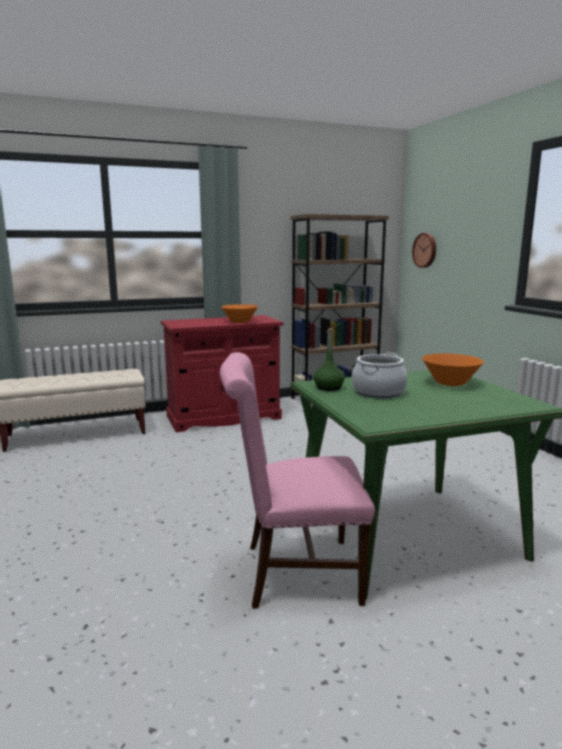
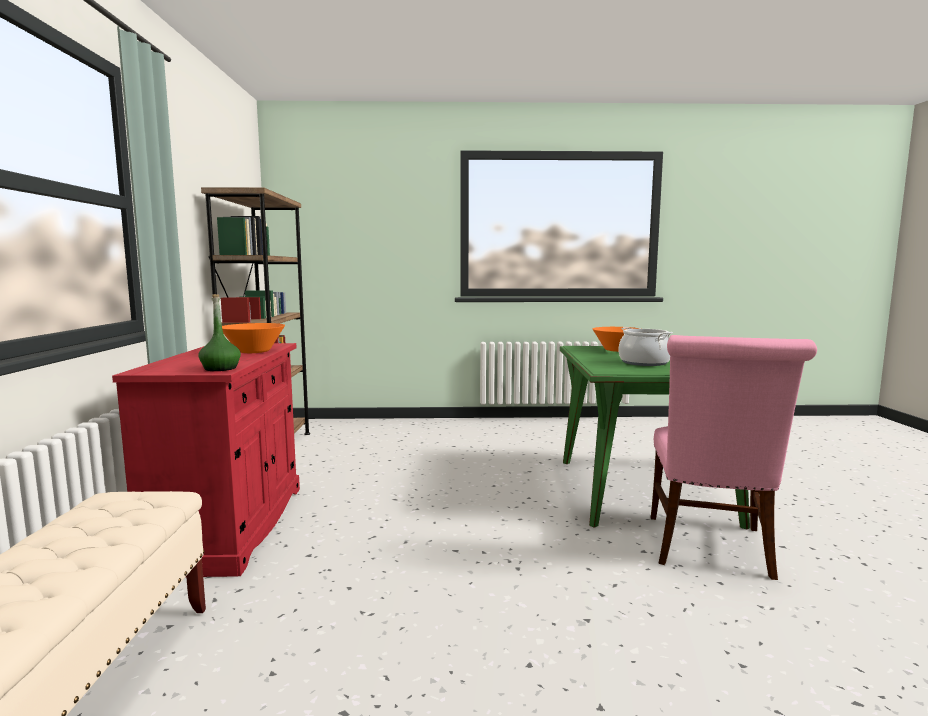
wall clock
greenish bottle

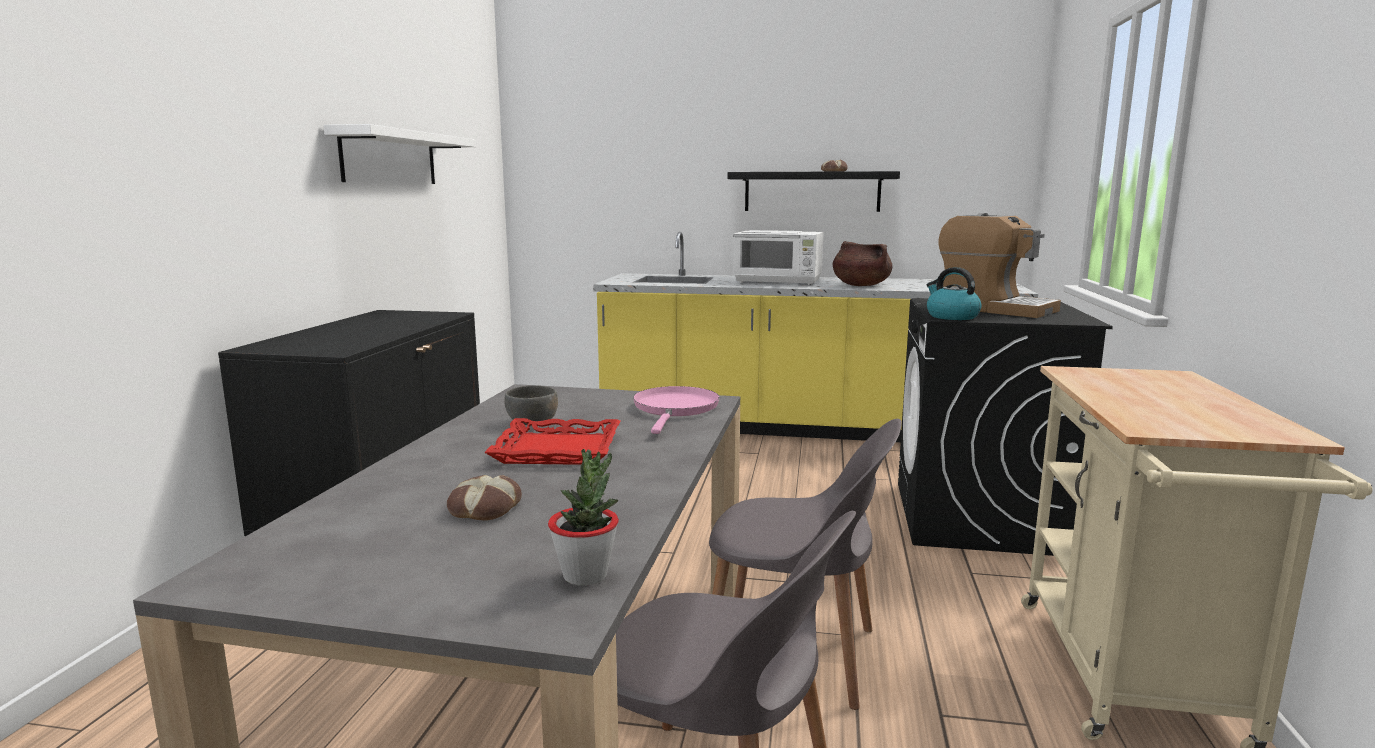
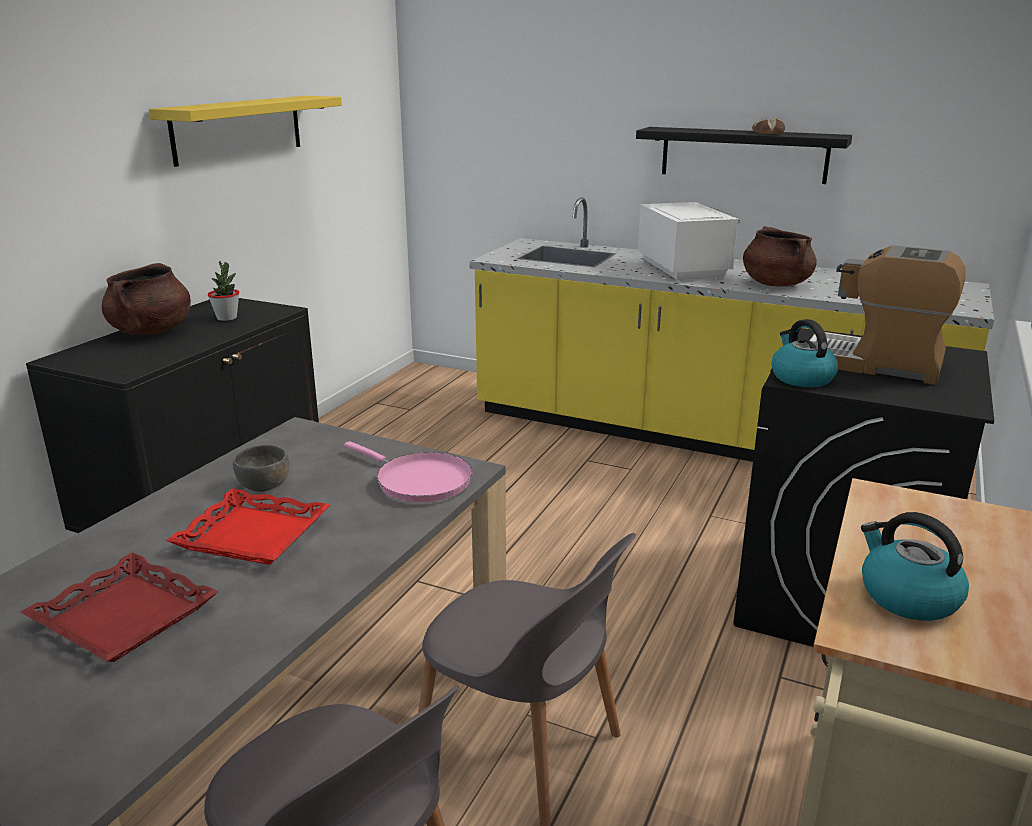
yellow-coloured shelf
coffee machine
white microwave
pink pan
plant in a pot
red-coloured carrying tray (1st from left)
brown saucepot (1st from left)
water kettle (2nd from left)

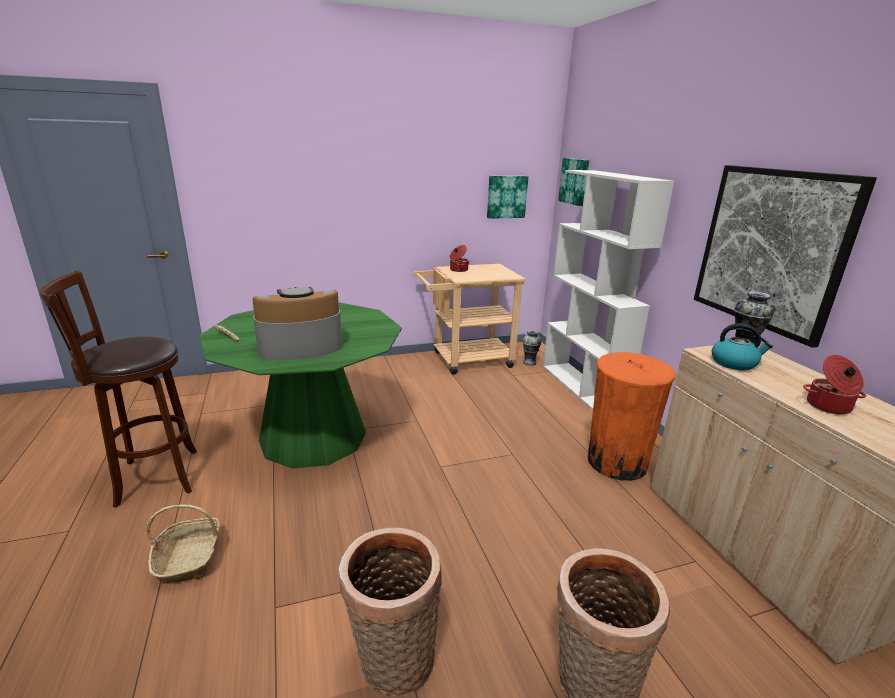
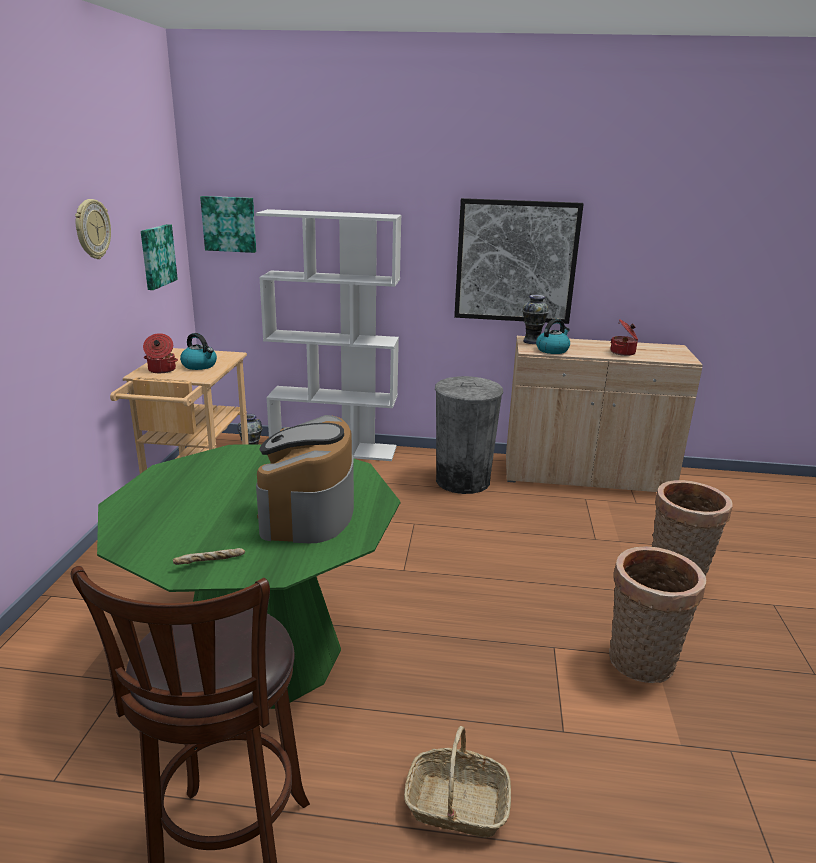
greyish waste bin
wall clock
water kettle (1st from left)

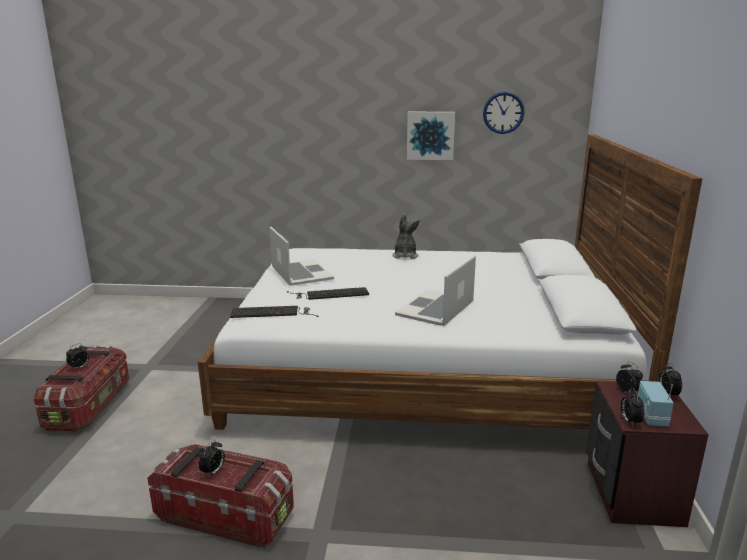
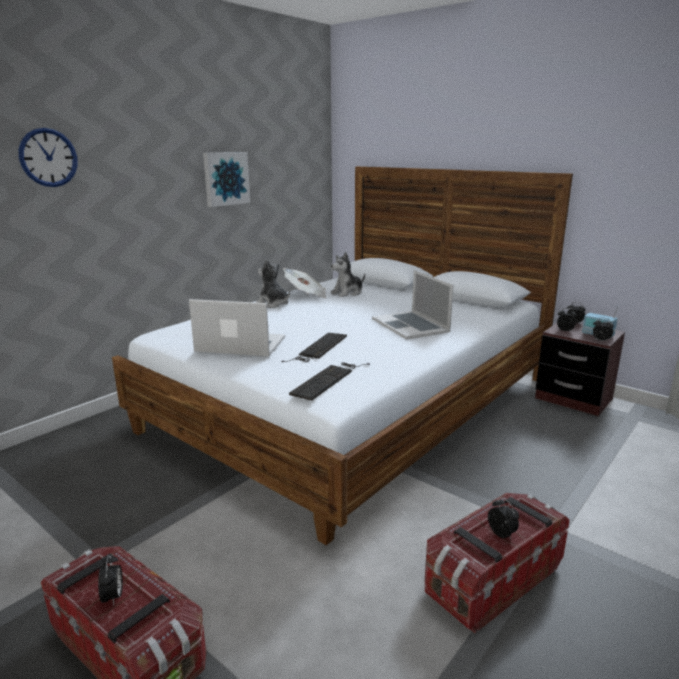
wall clock
cuddly toy (2nd from left)
newspaper

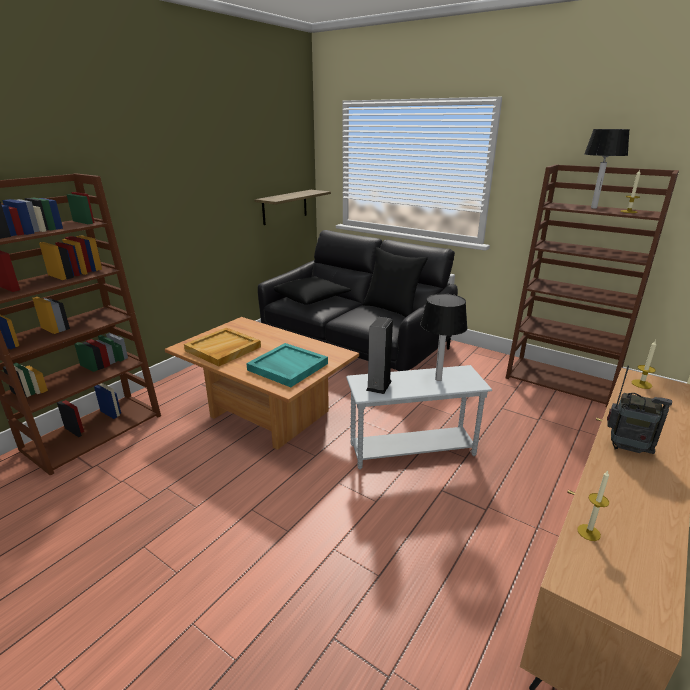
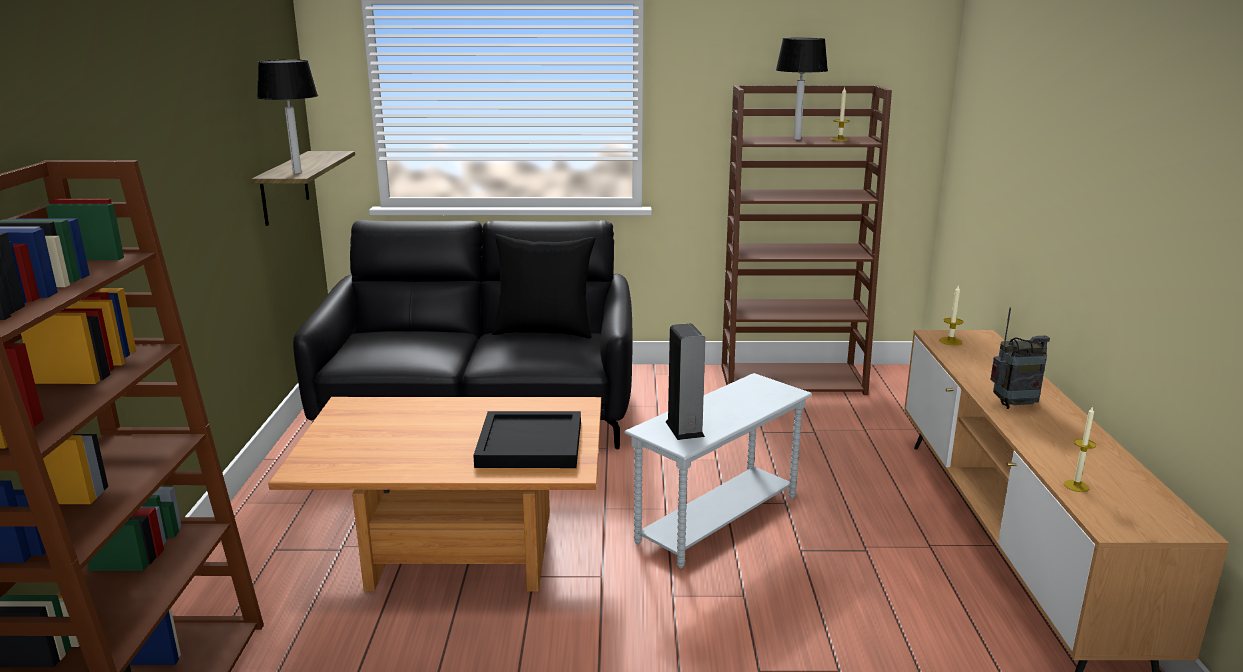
black-coloured throw pillow (1st from left in the first image)
table lamp (1st from left)
beige-coloured carrying tray
black-coloured carrying tray

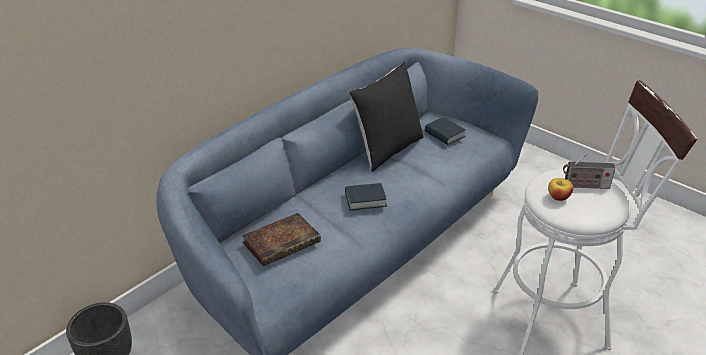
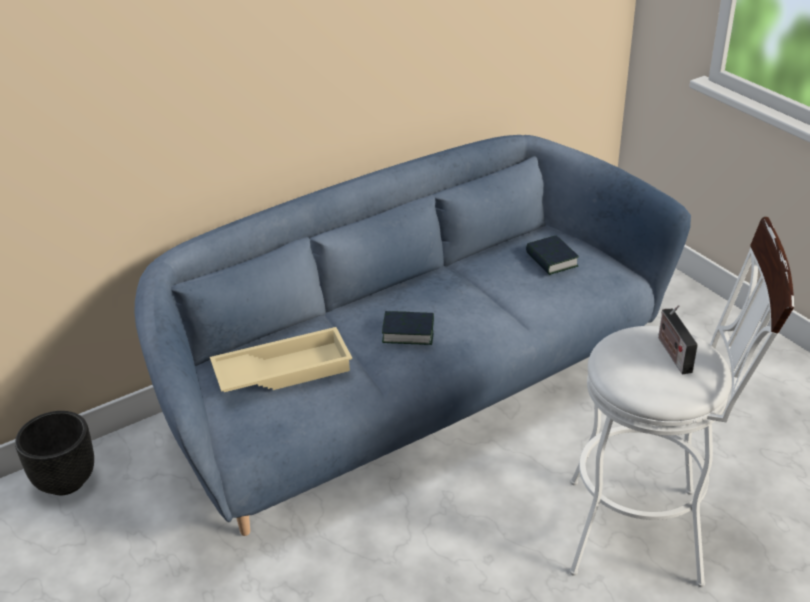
black-coloured throw pillow
radio set
whole apple
beige-coloured carrying tray

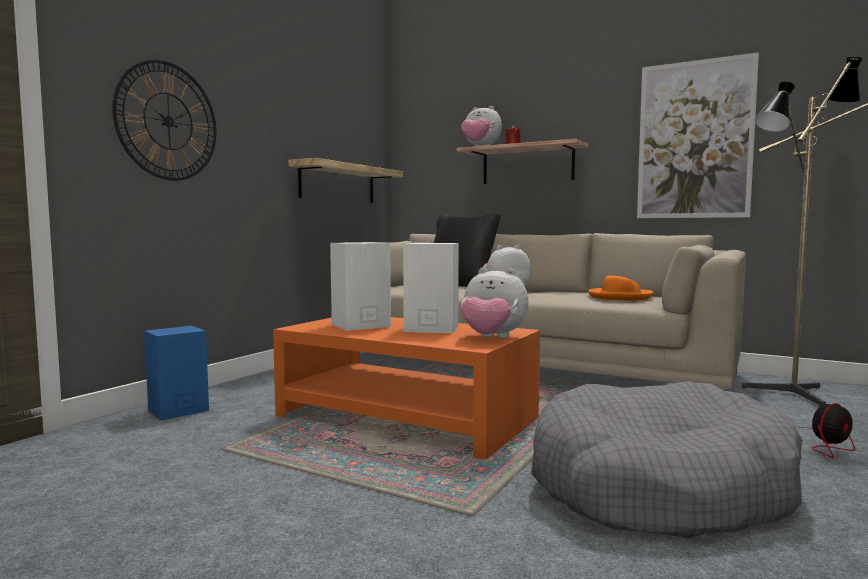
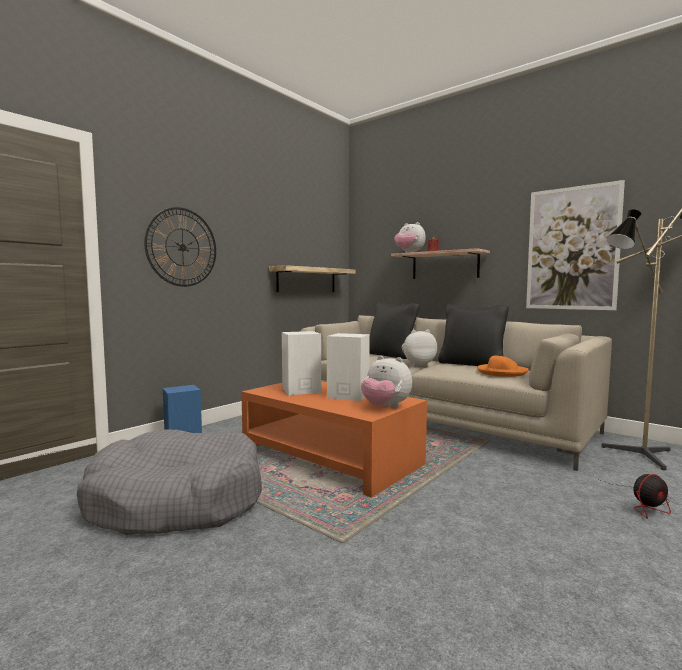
greyish dog bed
black-coloured throw pillow (2nd from left)

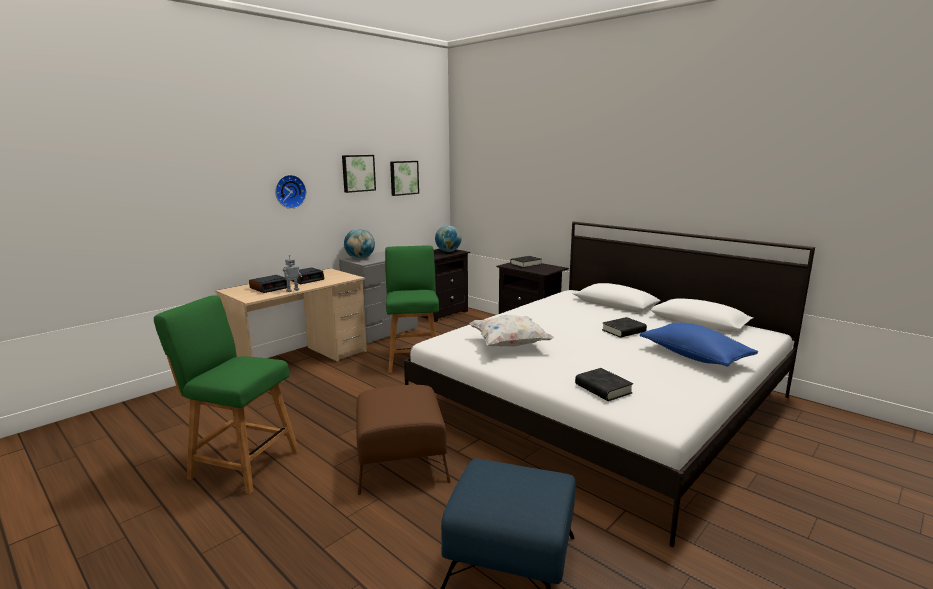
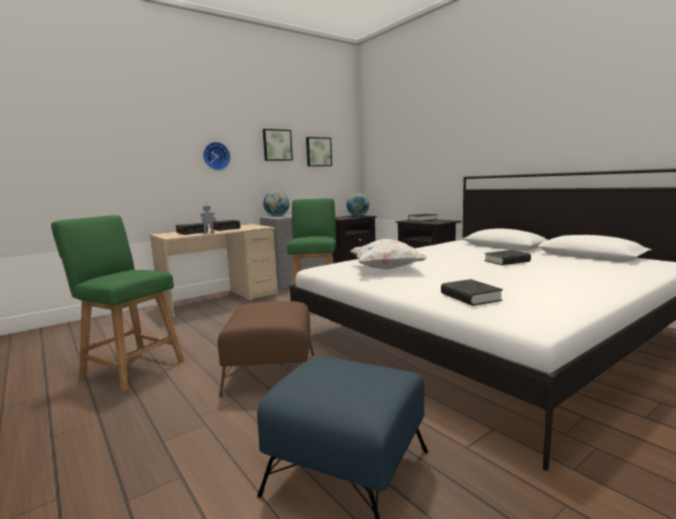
blue-coloured throw pillow

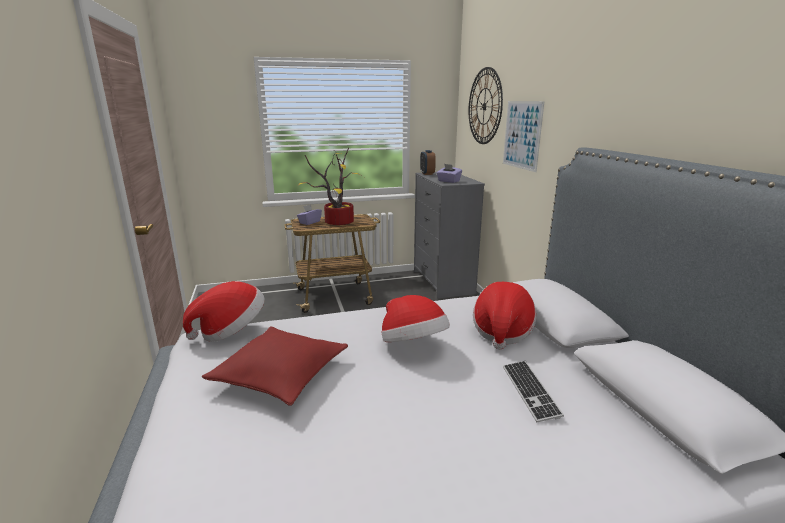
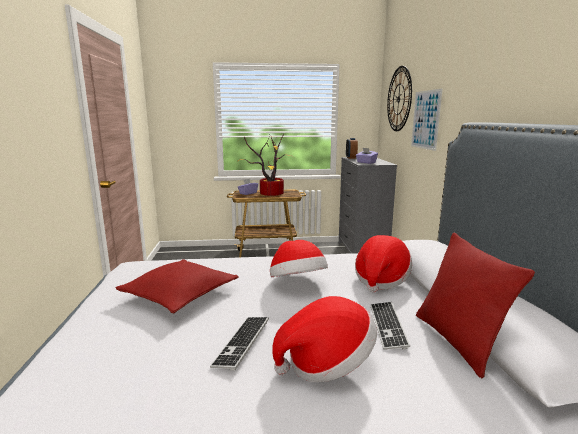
hat (2nd from left)
red-coloured throw pillow (2nd from left)
computer keyboard (1st from left)

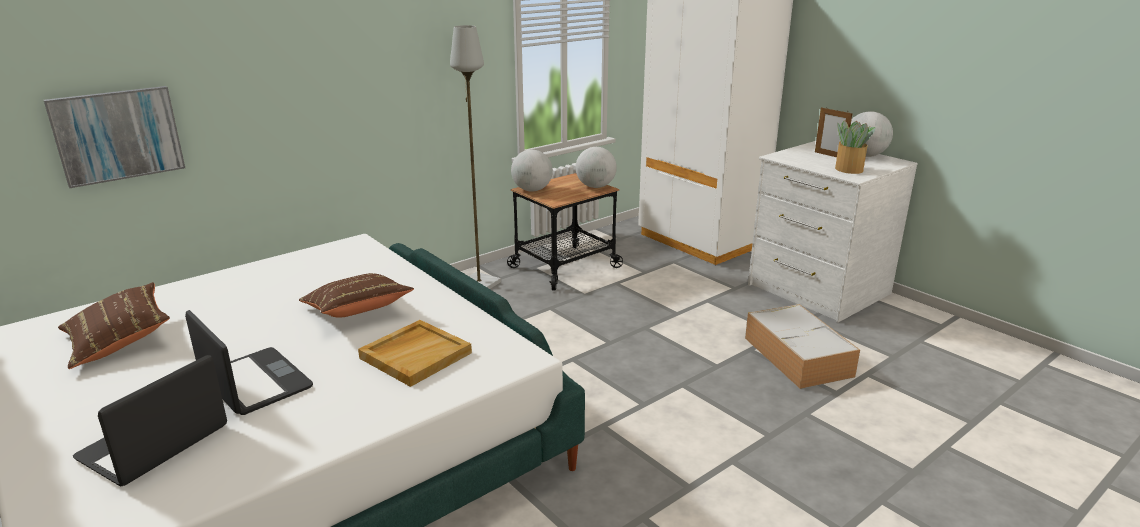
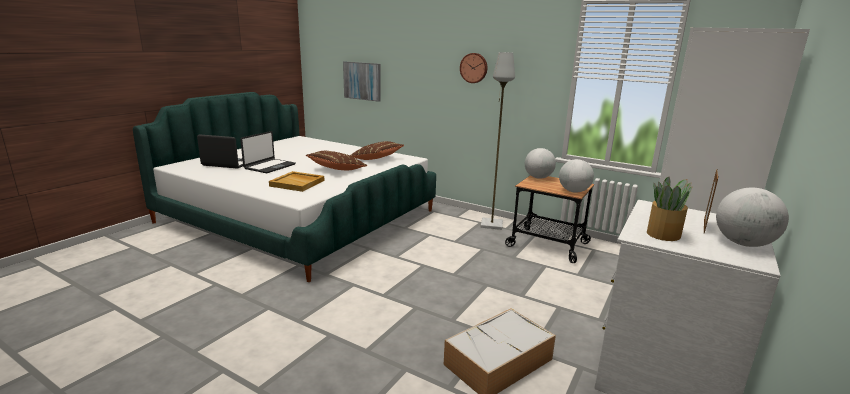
brown throw pillow (2nd from left)
wall clock

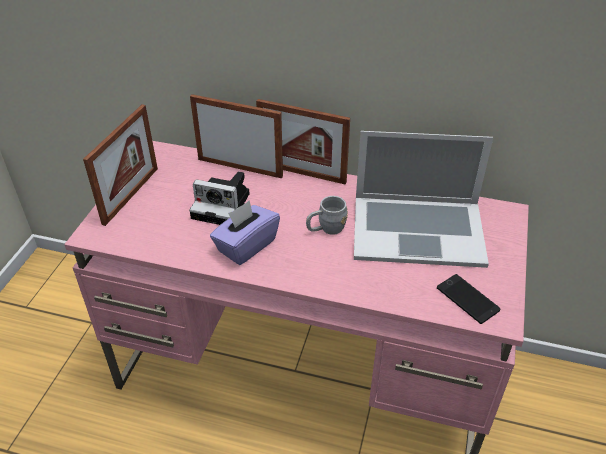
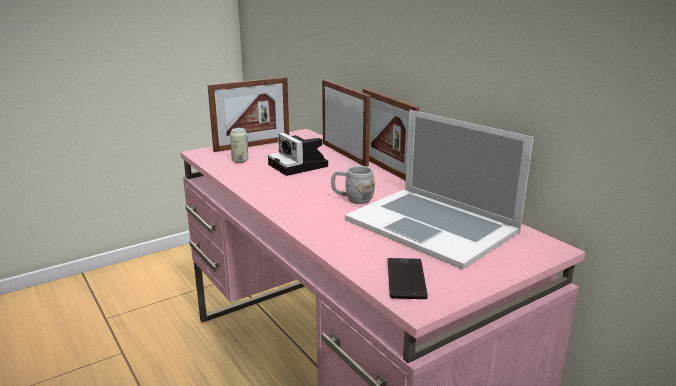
purple tissue box
can

